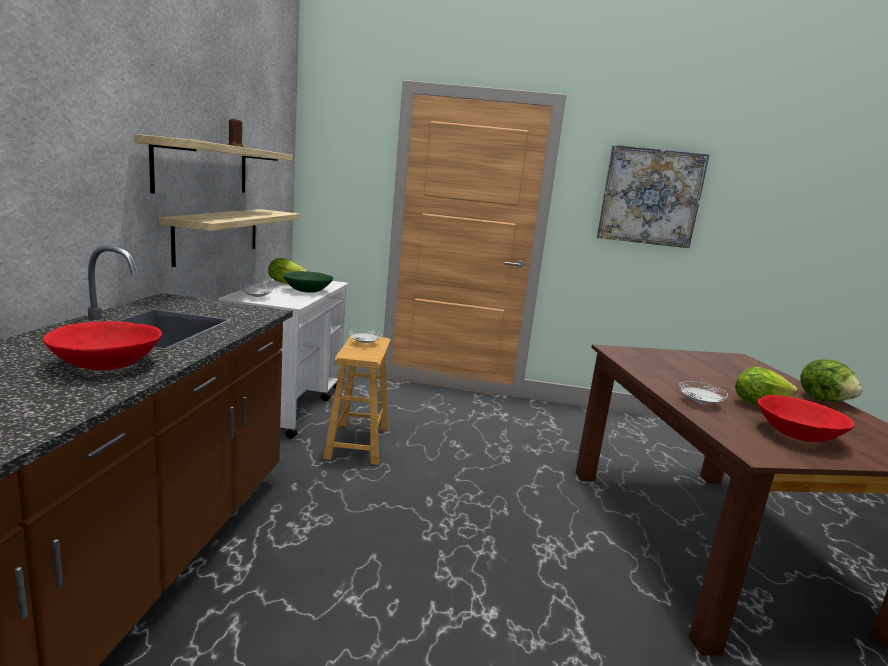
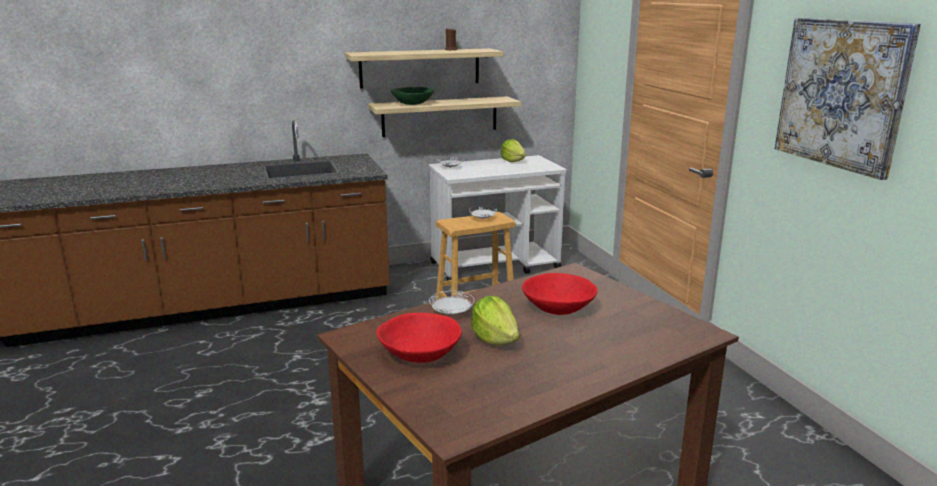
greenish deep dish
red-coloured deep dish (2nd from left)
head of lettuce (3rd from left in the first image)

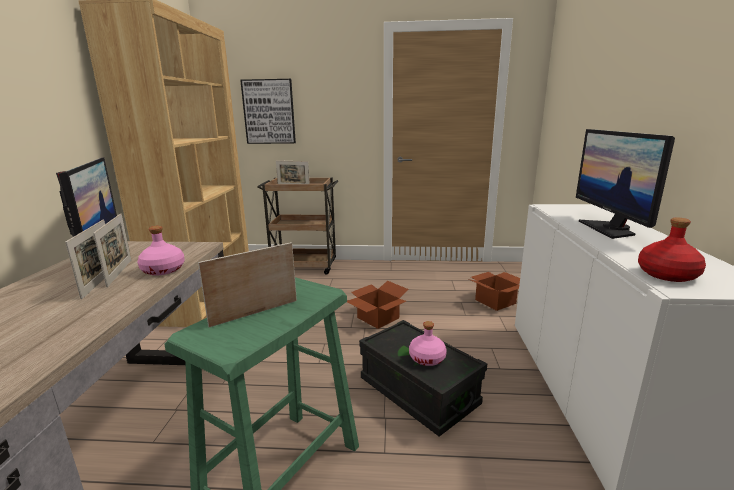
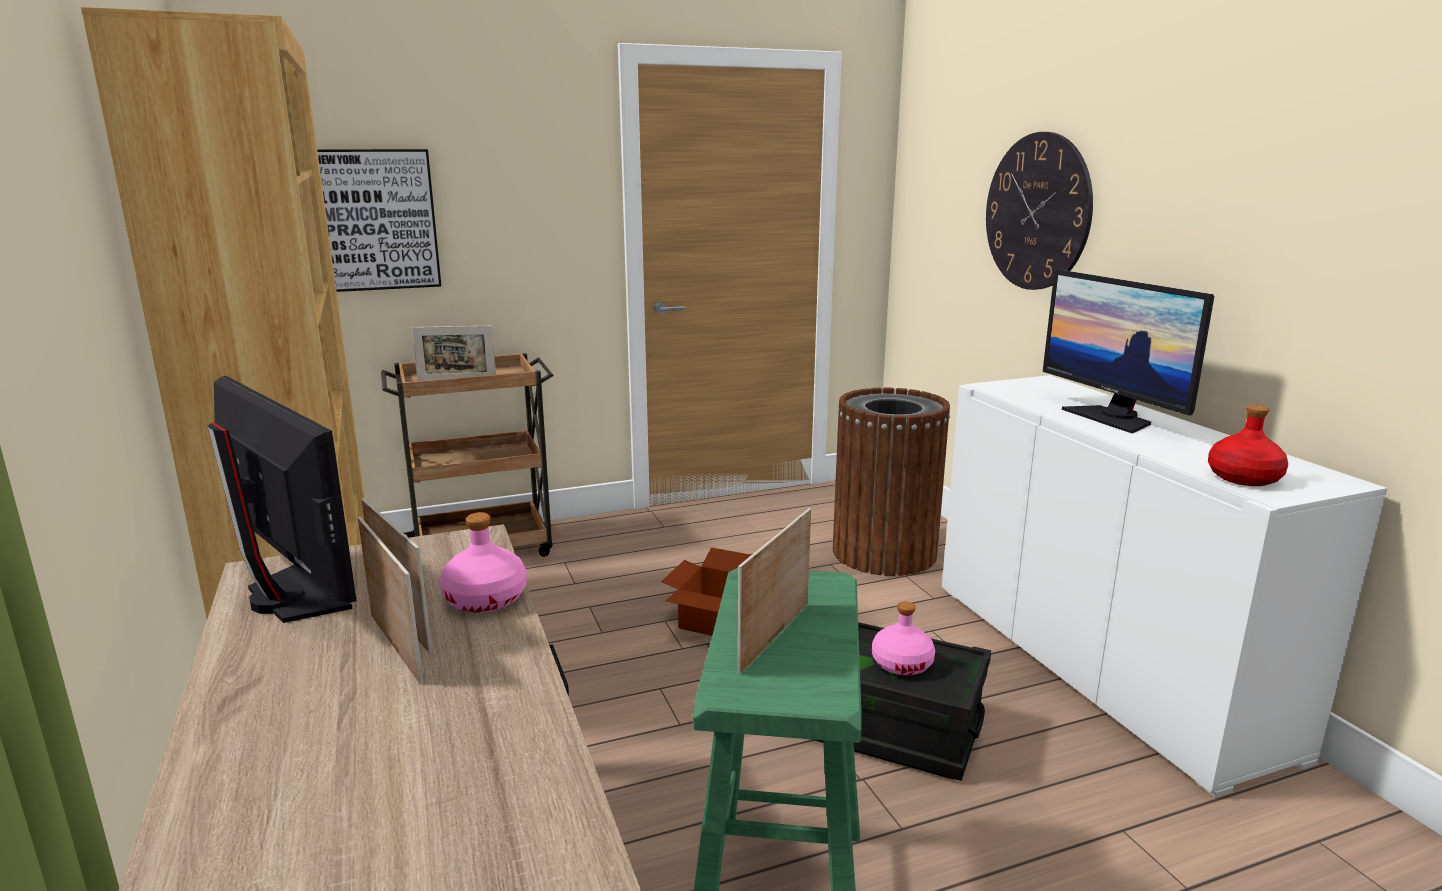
brown waste bin
wall clock

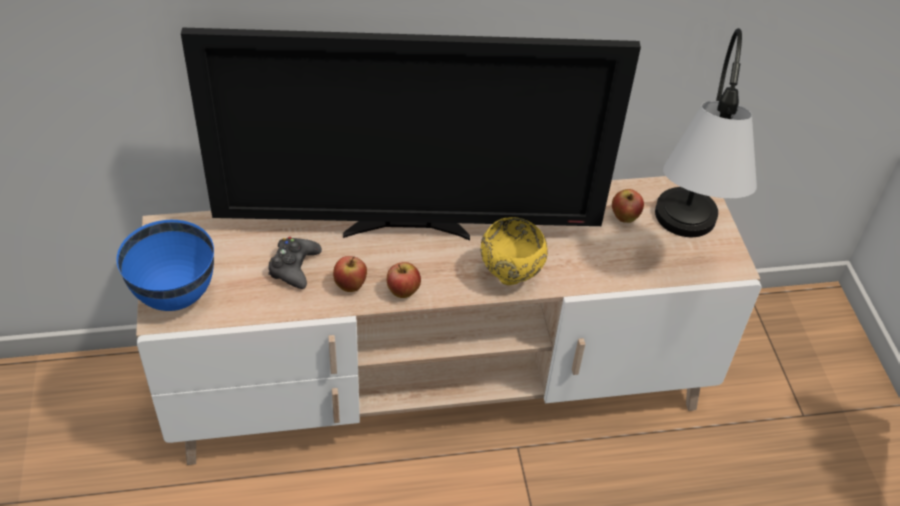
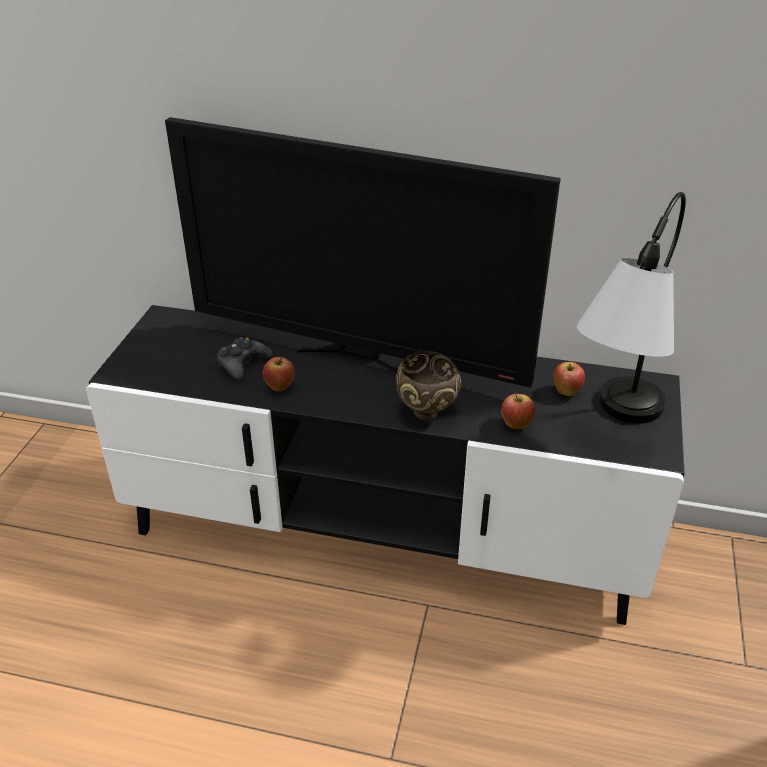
black-coloured media console
brown deep dish
blue-coloured deep dish
whole apple (2nd from left)

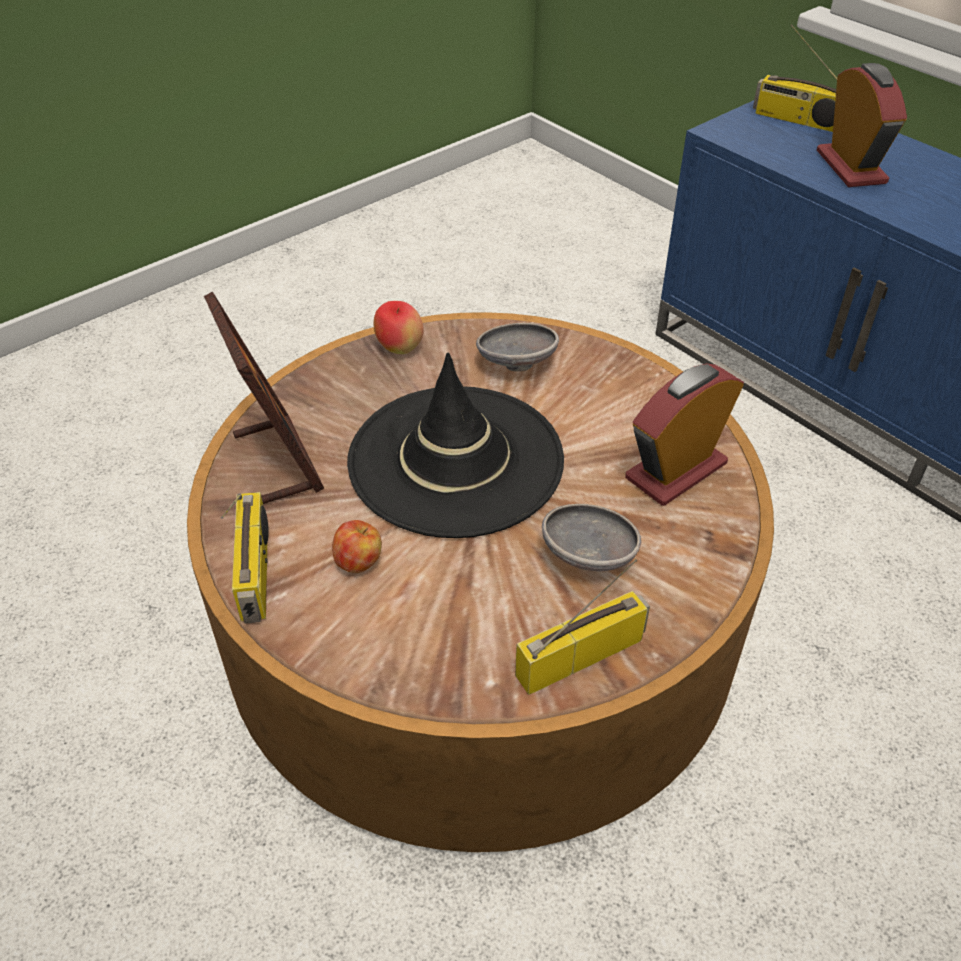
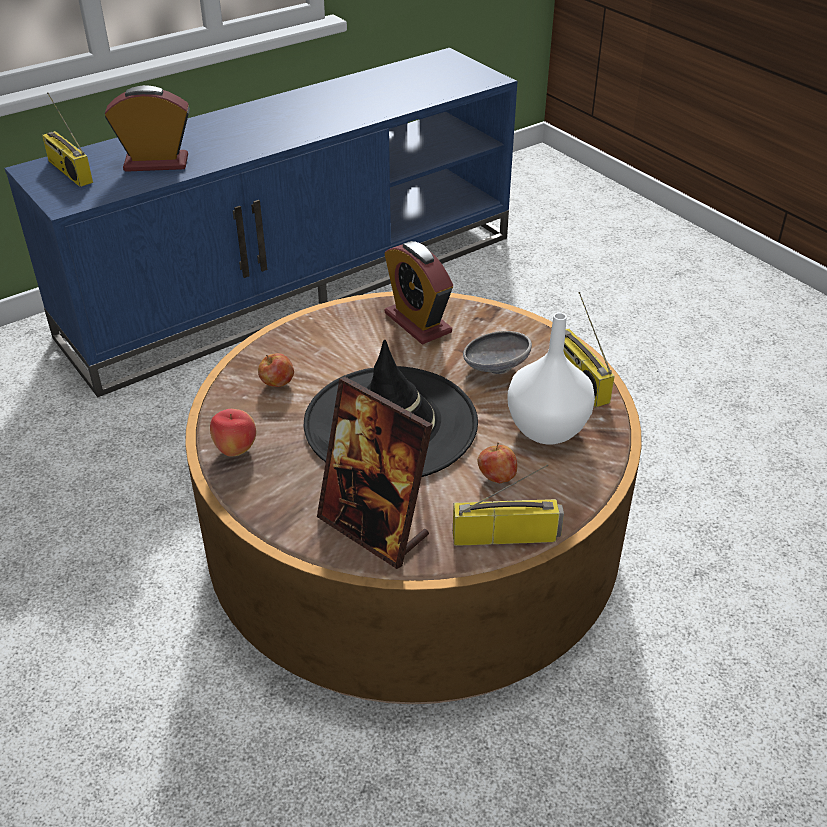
radio set (1st from left)
picture frame
whole apple (2nd from left)
white decorative vase

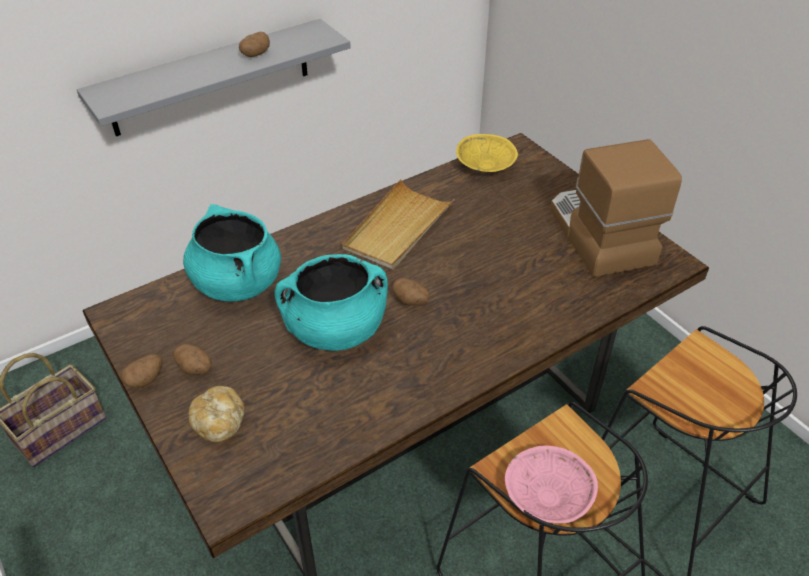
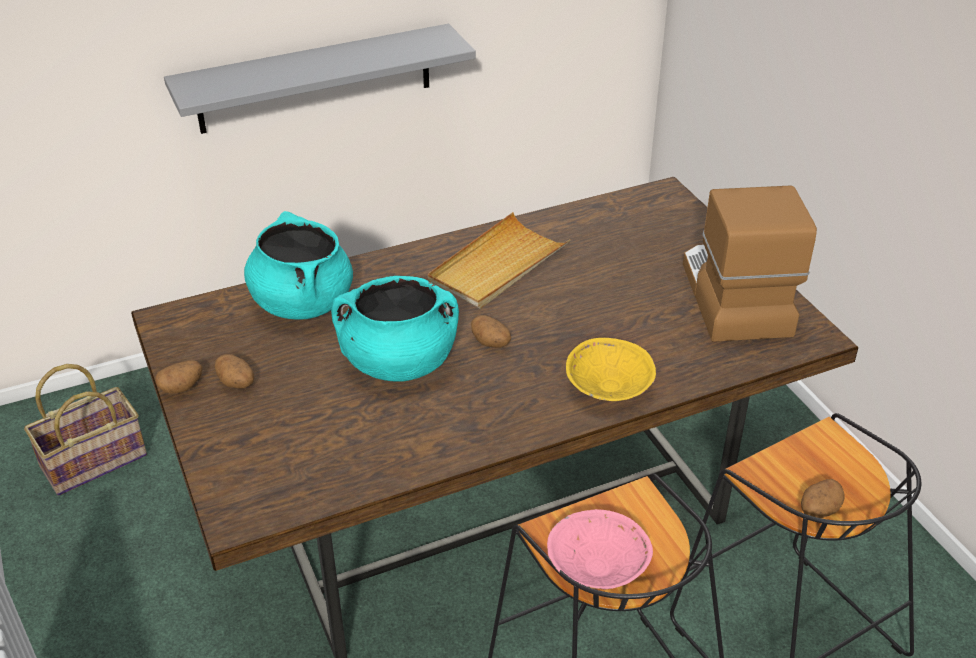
spud (4th from left)
yellow-coloured deep dish
baked bread

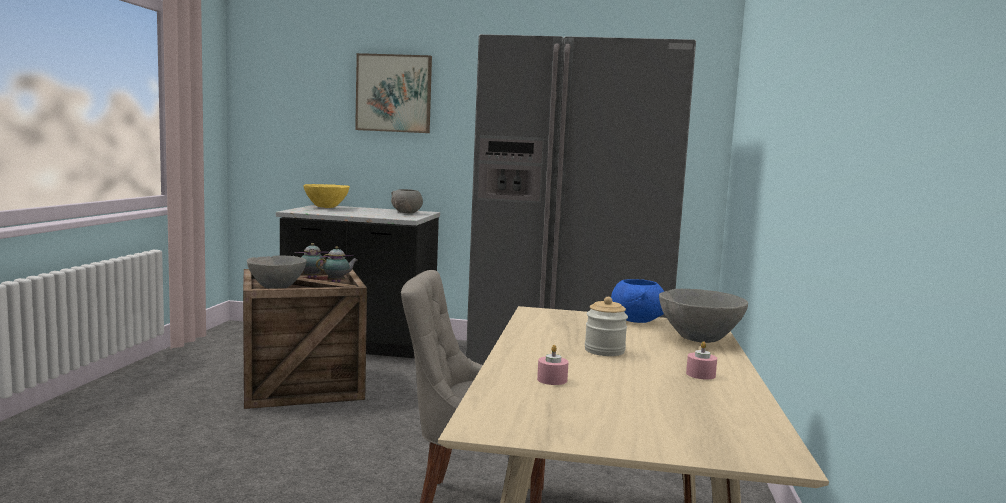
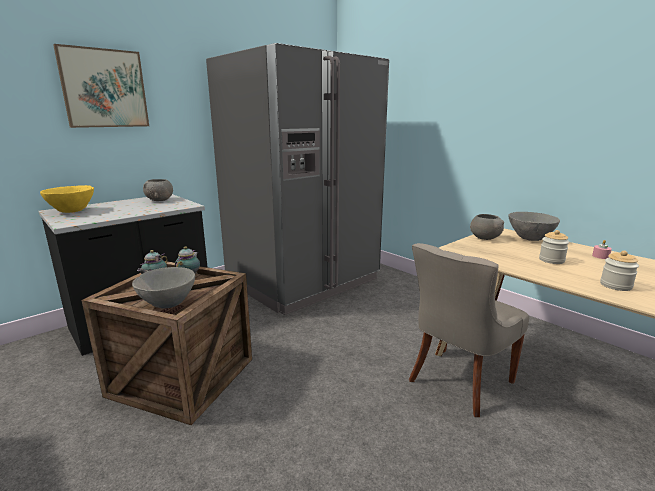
greyish deep dish (3rd from left)
preserve jar (2nd from left)

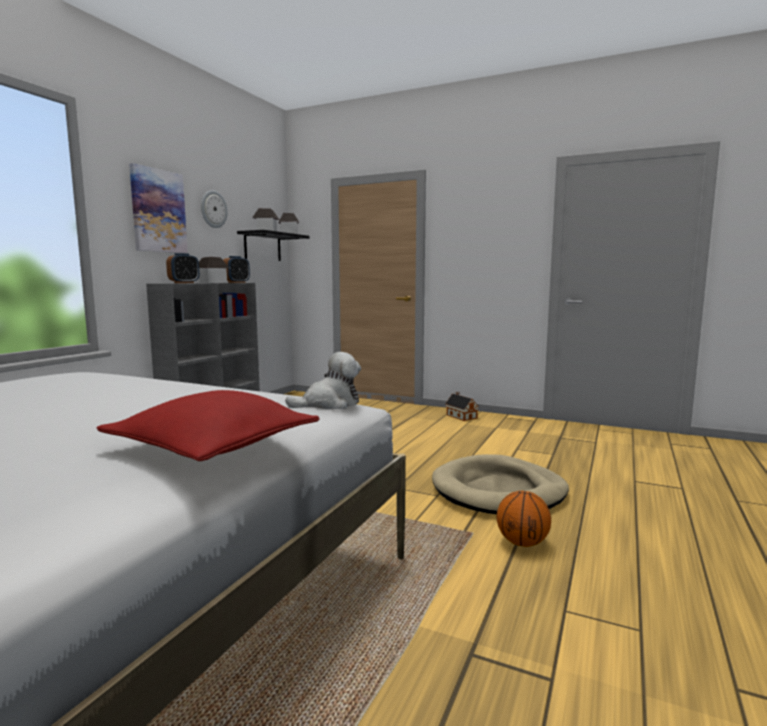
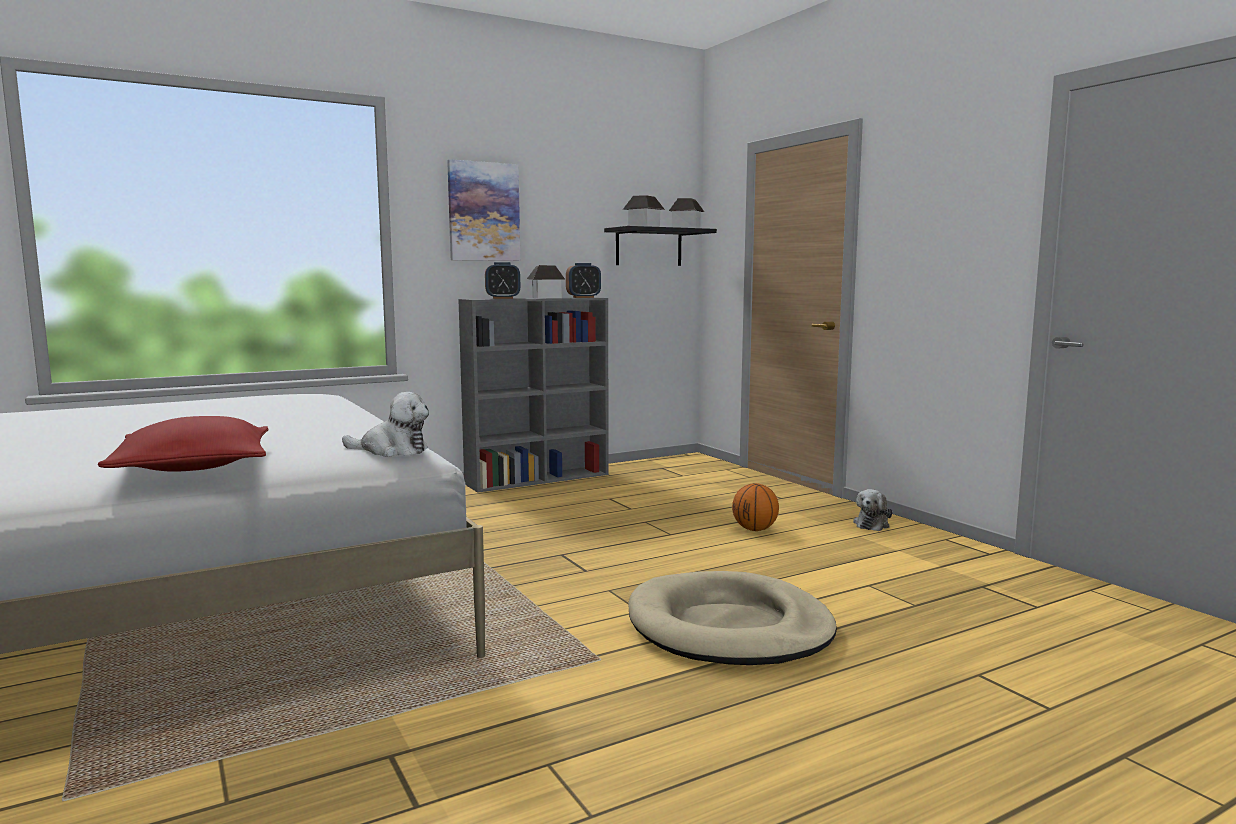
wall clock
cuddly toy (2nd from left)
ball for basketball

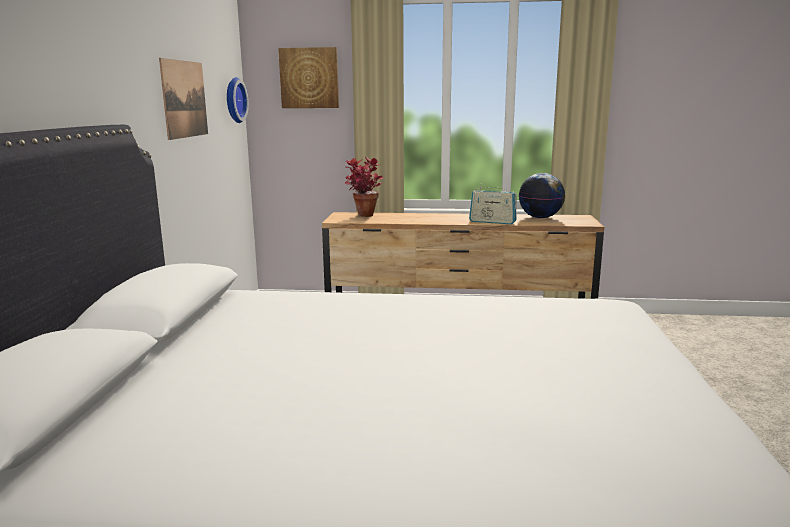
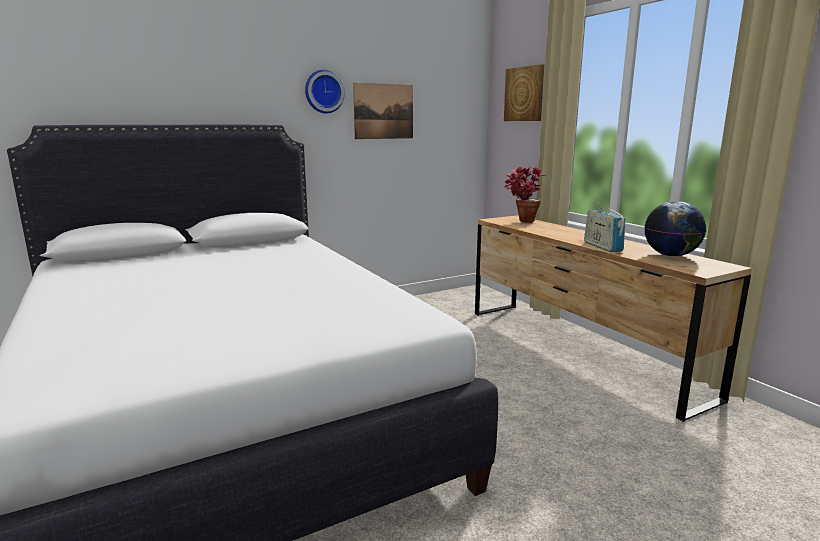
wall clock

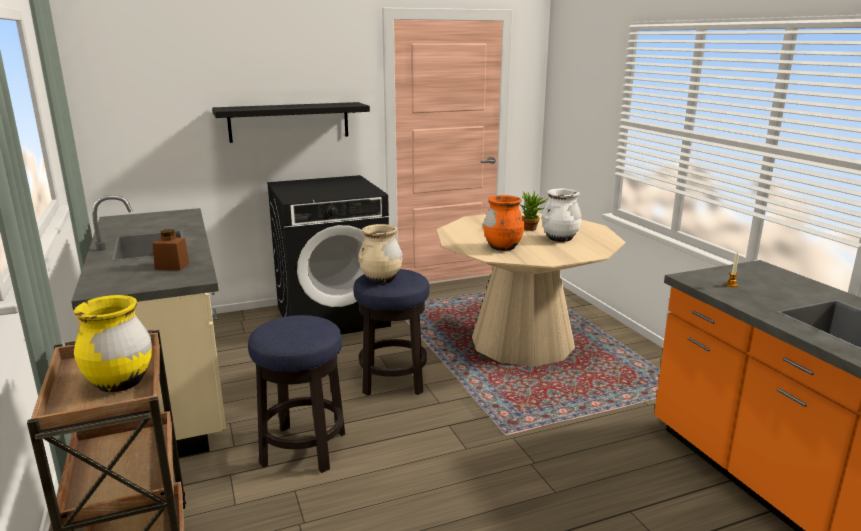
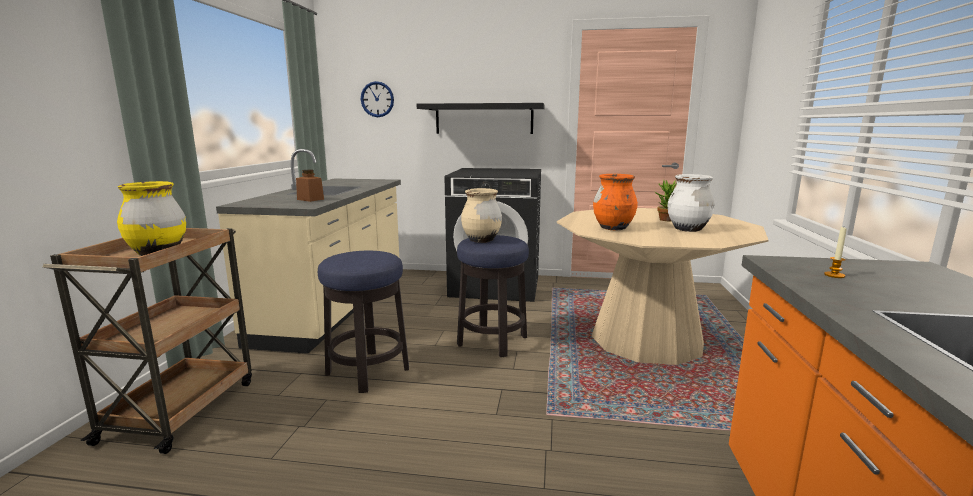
wall clock

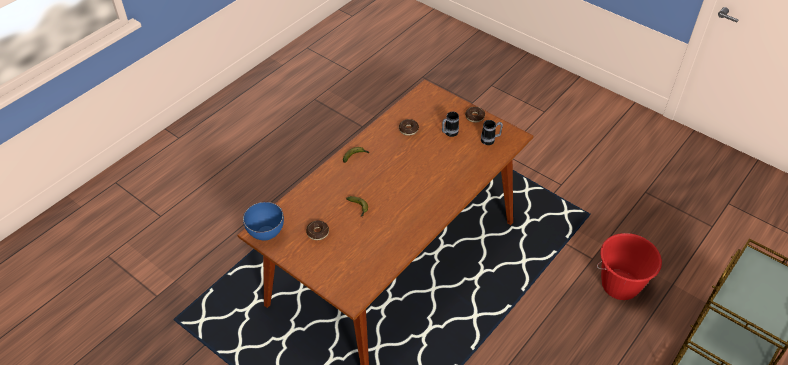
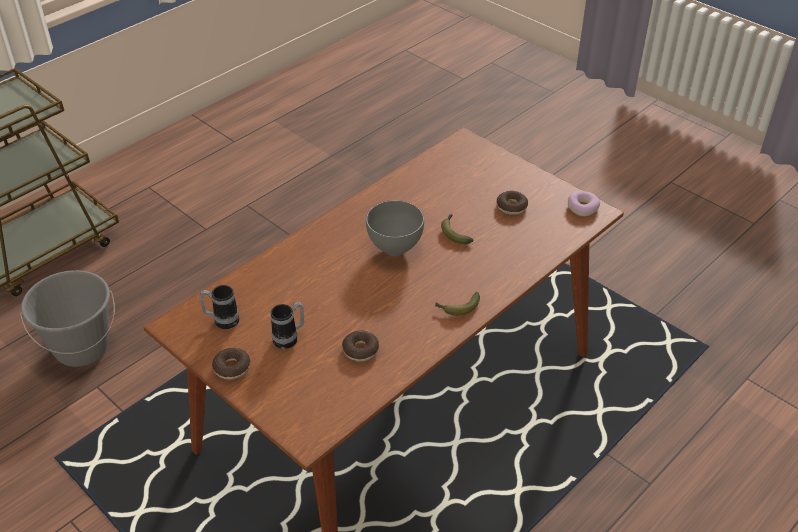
donut (4th from left)
greyish water bucket
greyish deep dish

